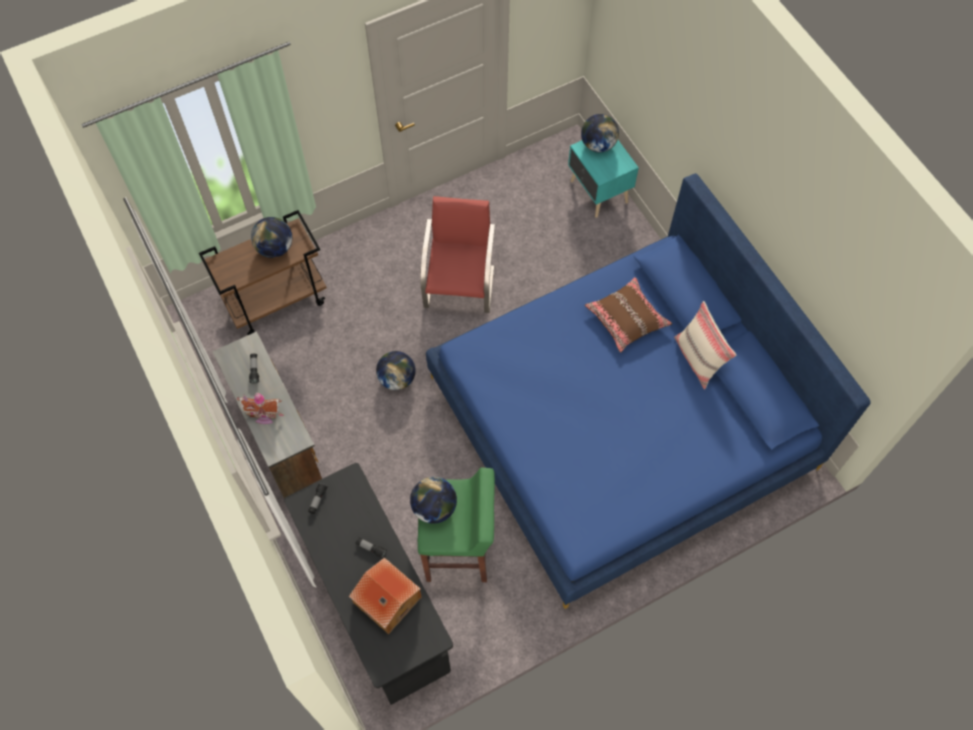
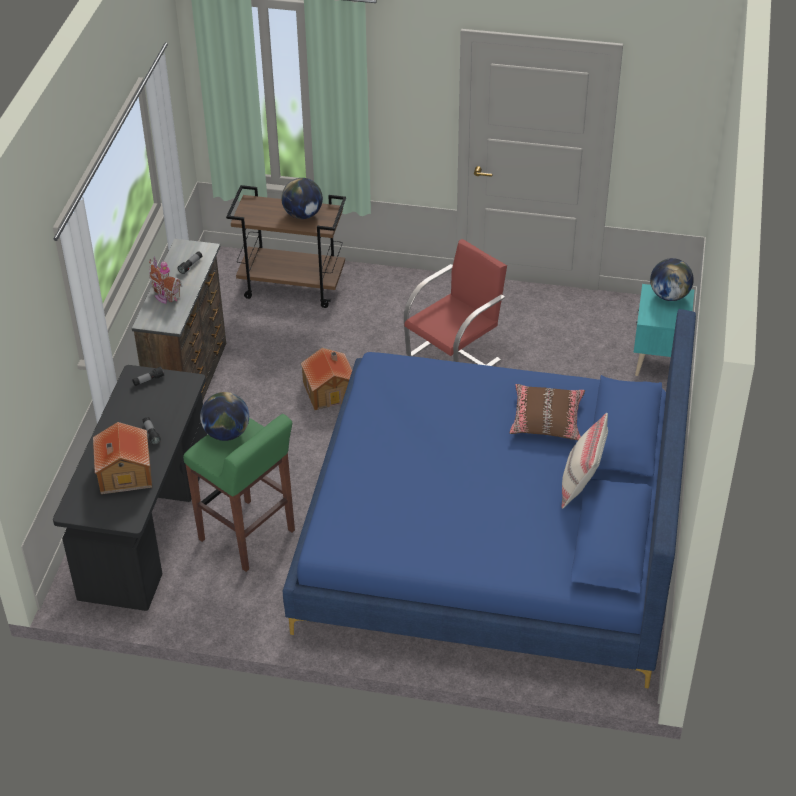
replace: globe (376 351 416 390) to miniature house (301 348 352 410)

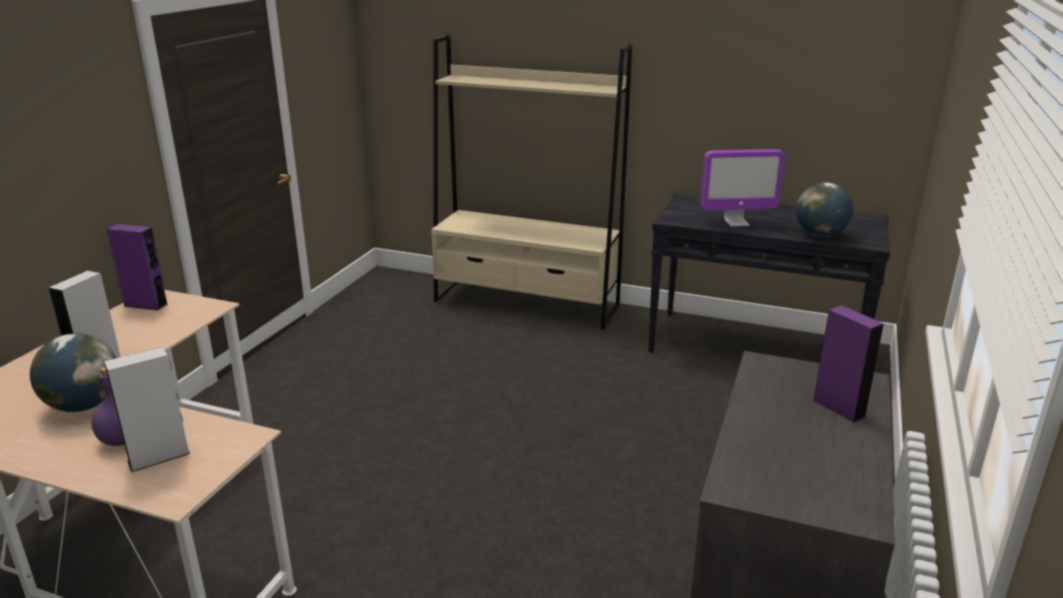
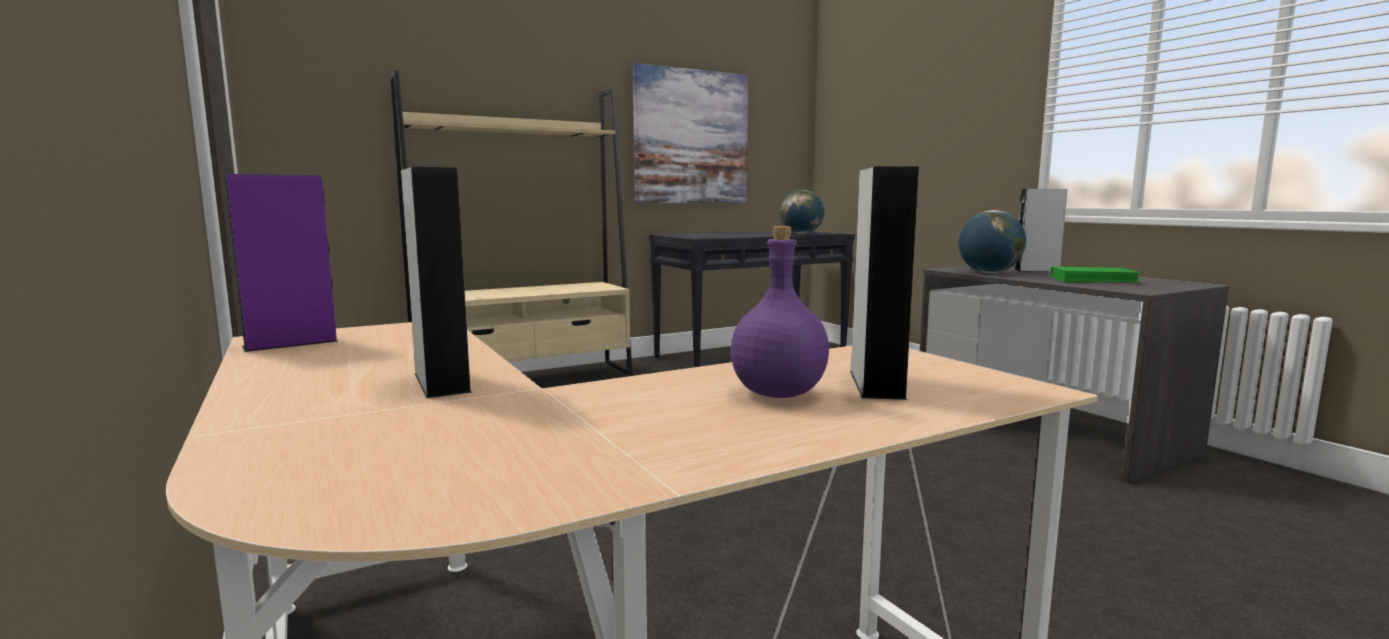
delete: computer display (700 149 785 227)
insert: wall art (633 63 748 203); green bound book (1050 266 1141 283)
move: globe (30 333 116 412) to (958 210 1026 273)
recolor: purplish loudspeaker (813 305 884 423) to gray loudspeaker (1015 189 1068 272)

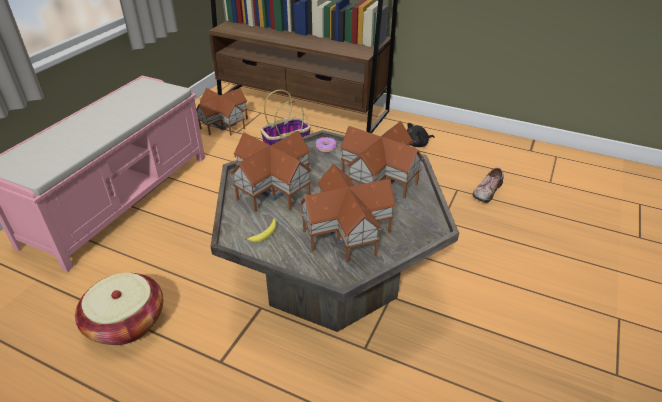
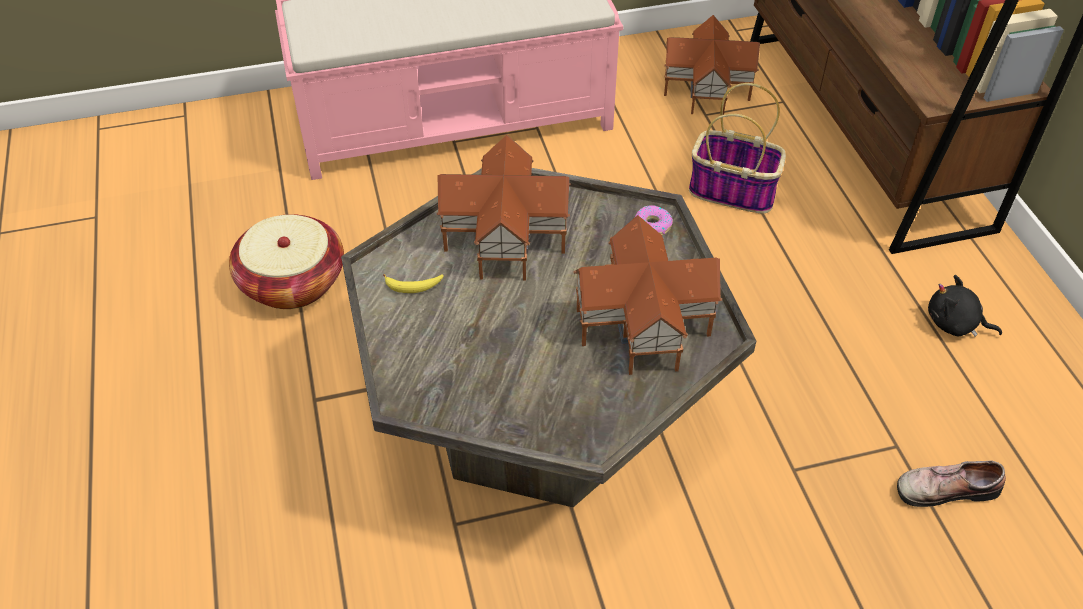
delete: miniature house (299 164 397 263)

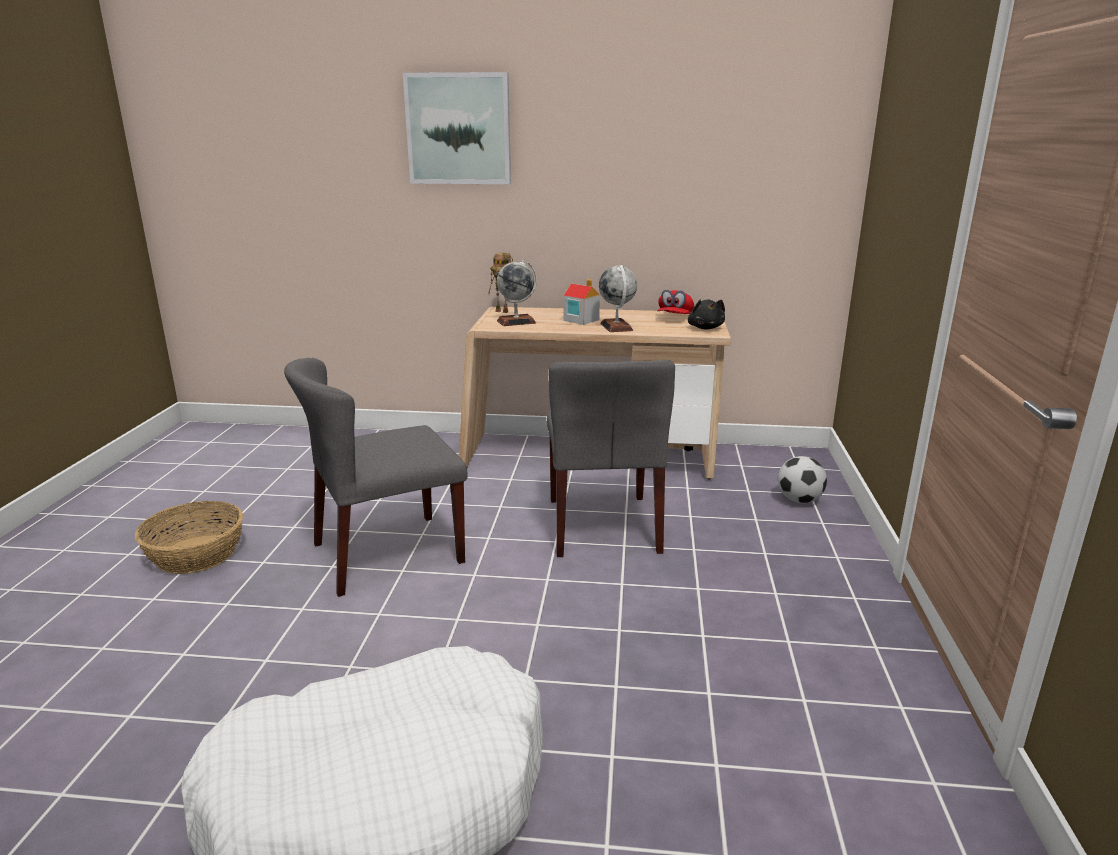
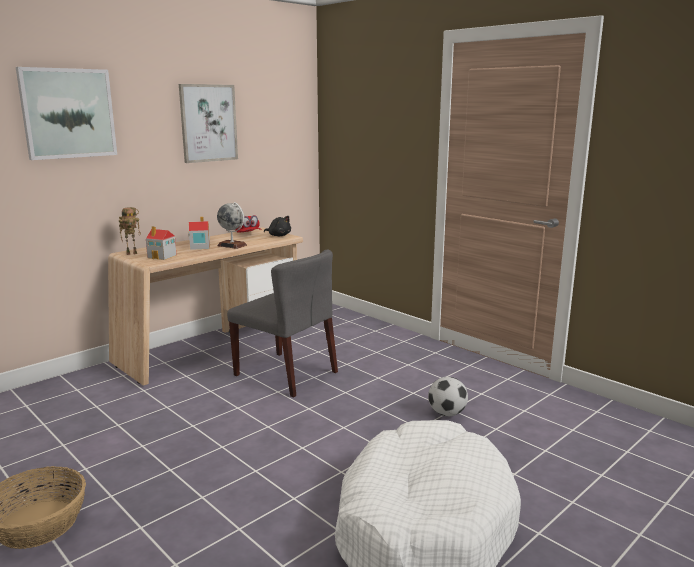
delete: gray upright chair (284 358 468 597)
insert: wall art (179 84 238 163)
move: football ball (778 456 827 503) to (428 377 468 416)
replace: globe (497 259 537 326) to miniature house (146 226 176 260)

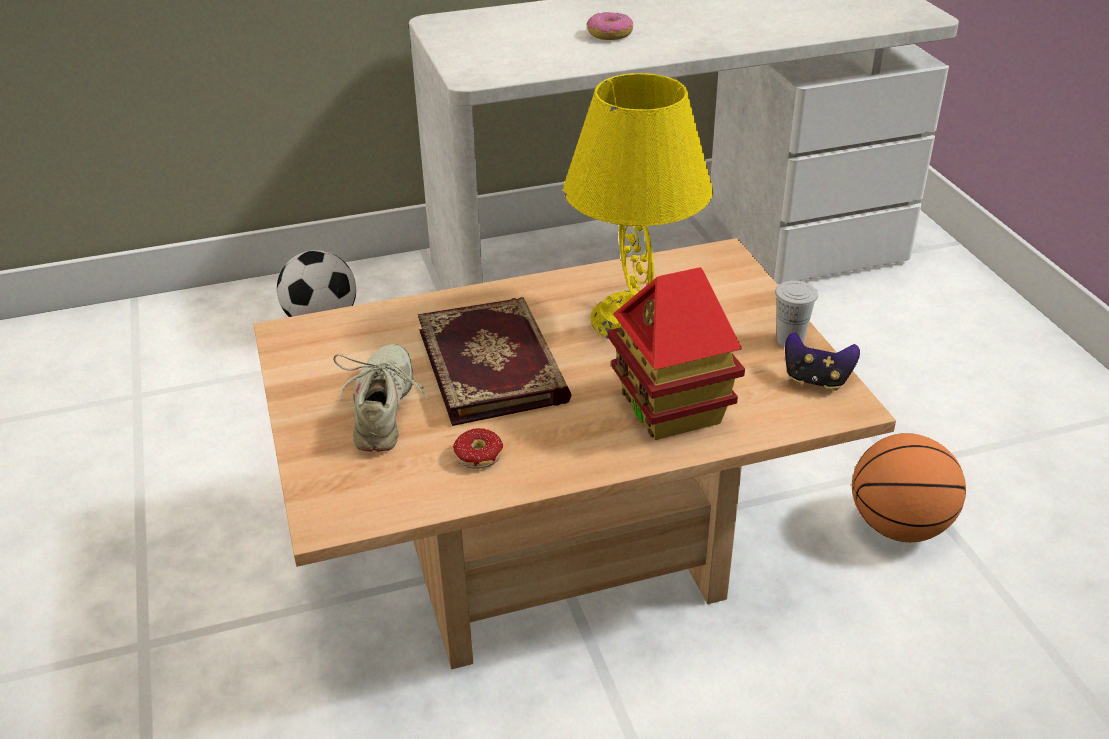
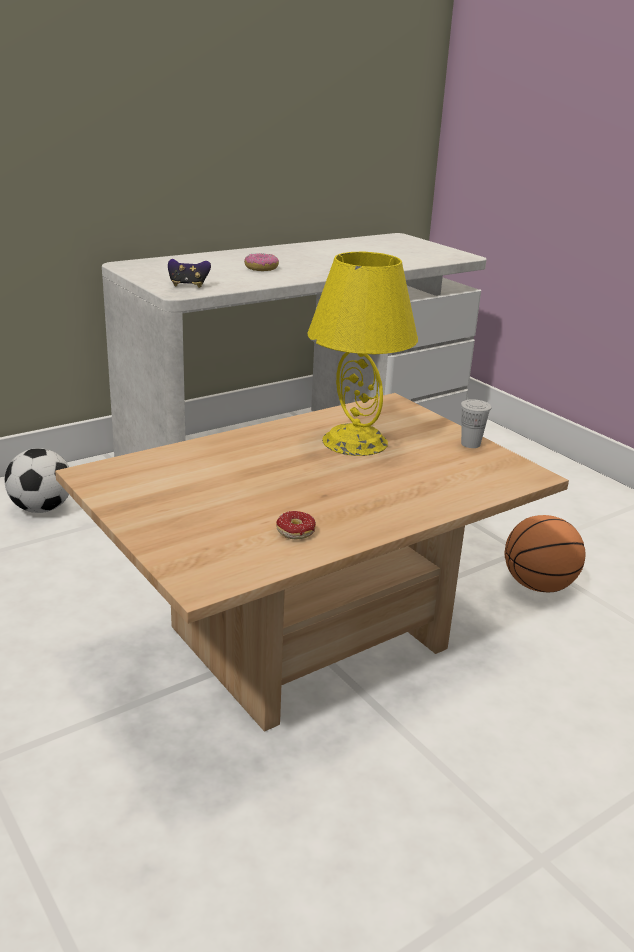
delete: beige-coloured shoe (334 344 429 452); bound book (418 297 572 426); miniature house (608 267 745 440)
move: joypad (785 333 860 391) to (168 259 211 288)

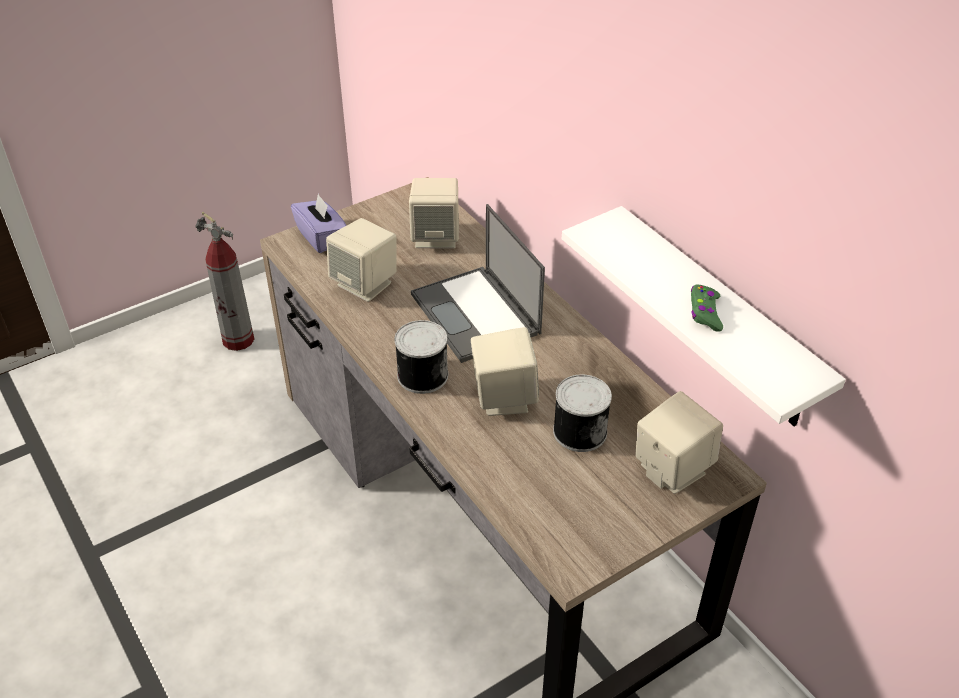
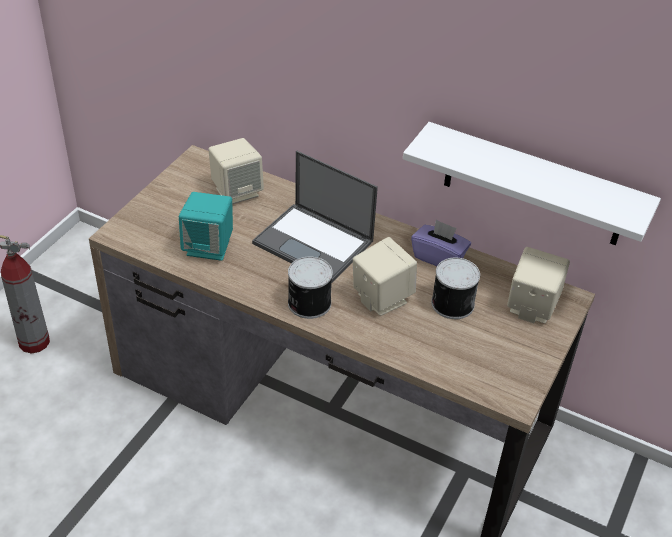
delete: green joypad (691 284 723 331)
move: purplish tissue box (291 194 347 253) to (411 219 471 266)
recolor: beige-coloured loudspeaker (326 218 396 302) to blue-green loudspeaker (179 192 233 261)

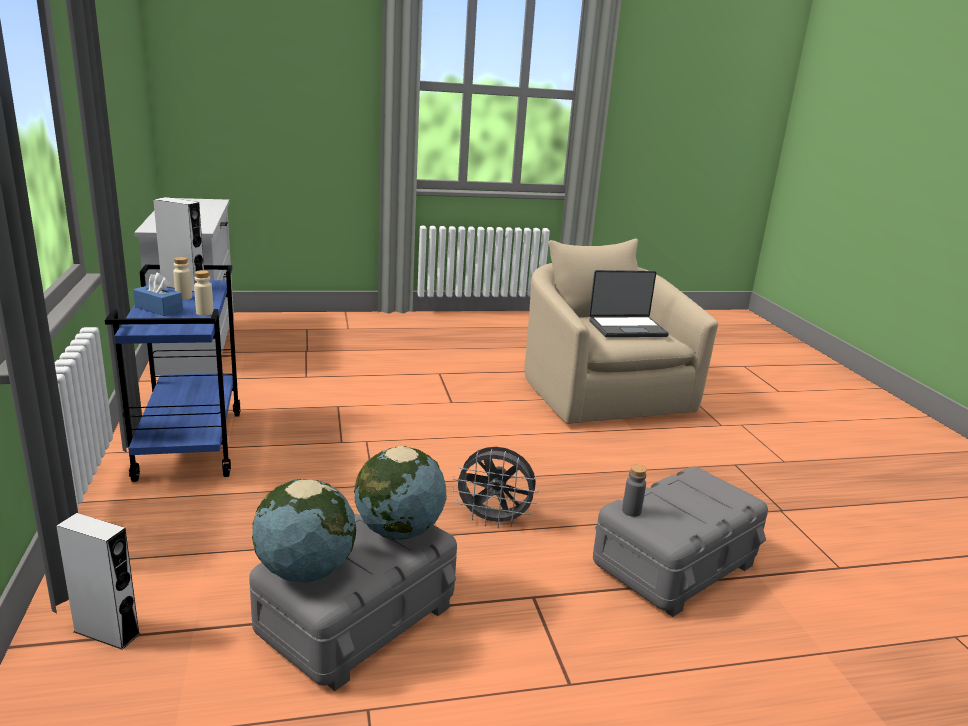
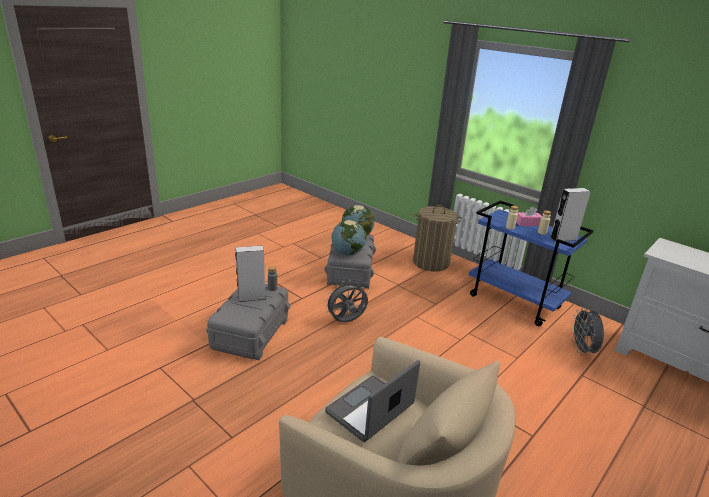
insert: washing basket (413 205 462 271); gray fan (570 307 604 355)
move: gray loudspeaker (56 513 141 650) to (235 245 266 302)
recolor: bluish tissue box (133 273 183 316) to pink tissue box (516 206 542 226)

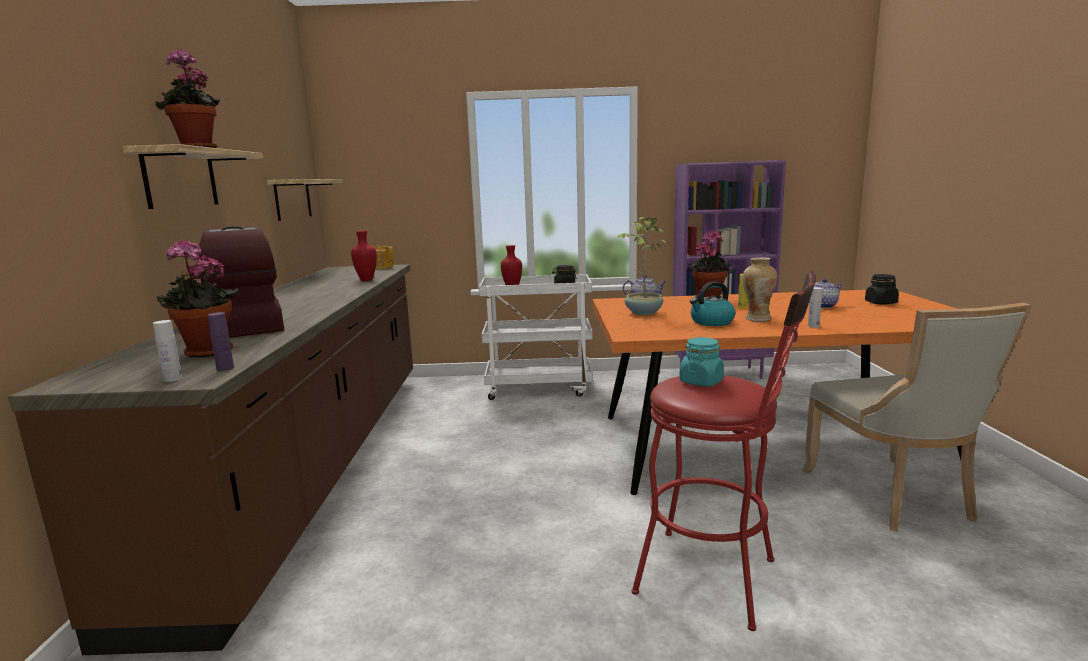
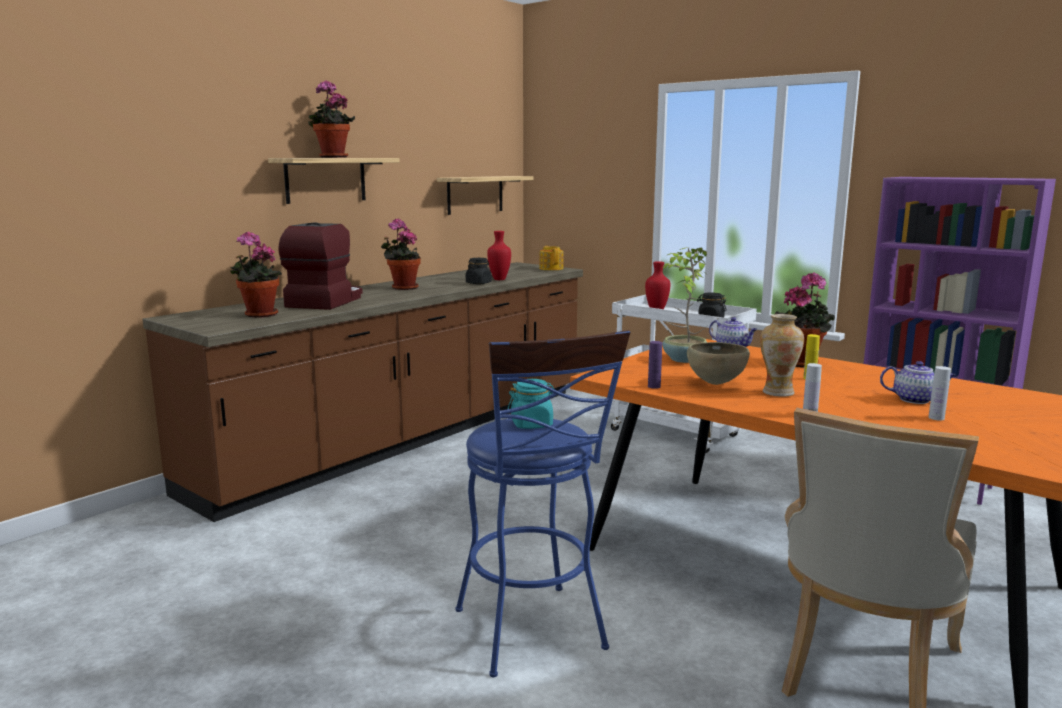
insert: potted plant (381 218 421 290)
move: white-coloured beverage bottle (153 320 182 382) to (929 366 951 420); purplish beverage bottle (208 312 234 371) to (648 341 662 389); black storage jar (865 274 899 305) to (466 258 492 284)
replace: tea kettle (690 281 735 326) to brown-coloured serving bowl (687 342 750 385)
recolor: red-coloured sitting stool (632 271 816 631) to bluish sitting stool (455 330 631 677)

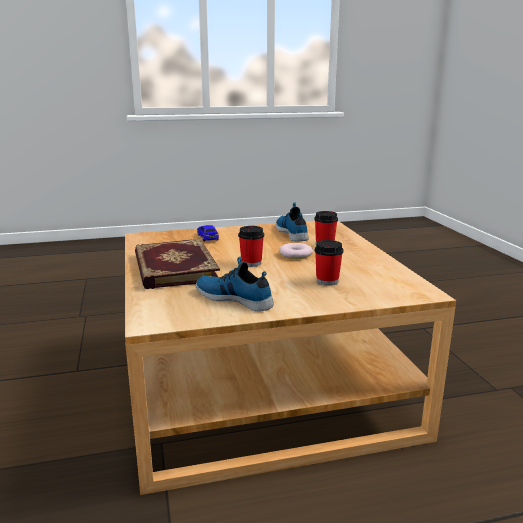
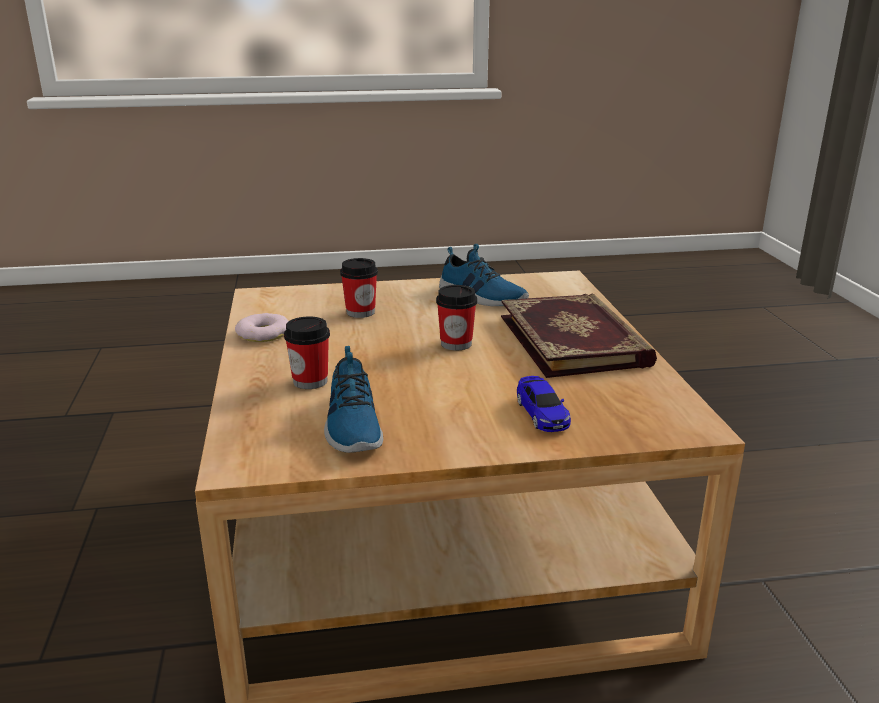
move: ring doughnut (279 243 313 259) to (235 313 289 342)

